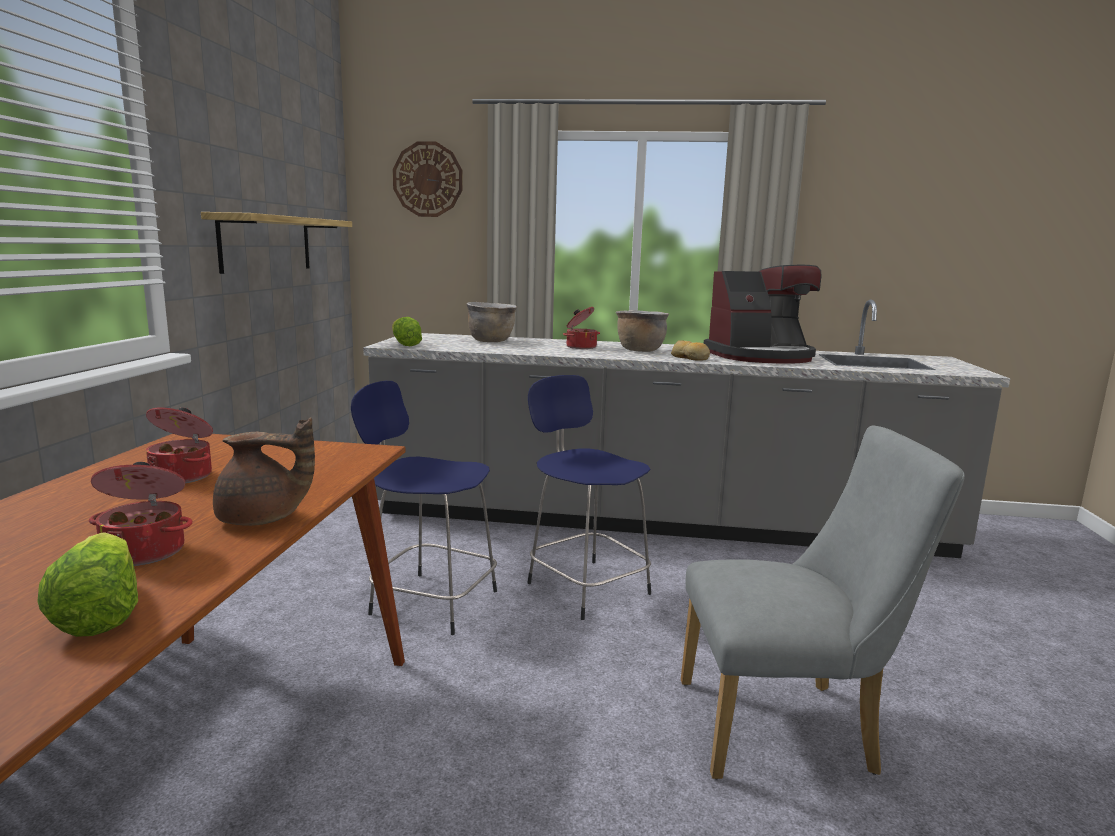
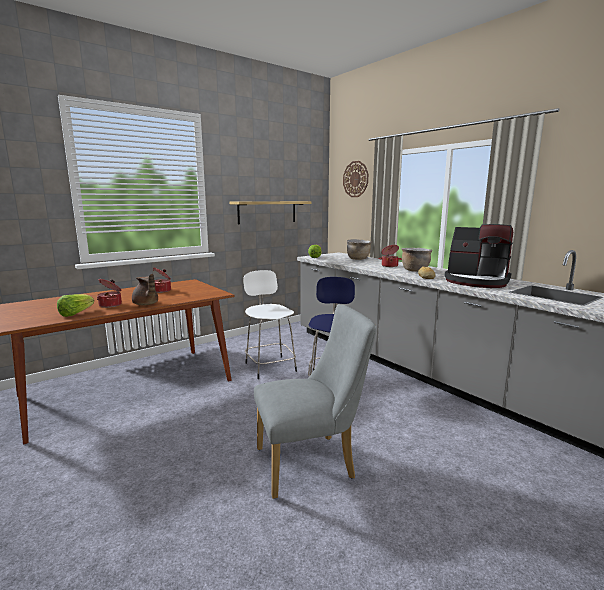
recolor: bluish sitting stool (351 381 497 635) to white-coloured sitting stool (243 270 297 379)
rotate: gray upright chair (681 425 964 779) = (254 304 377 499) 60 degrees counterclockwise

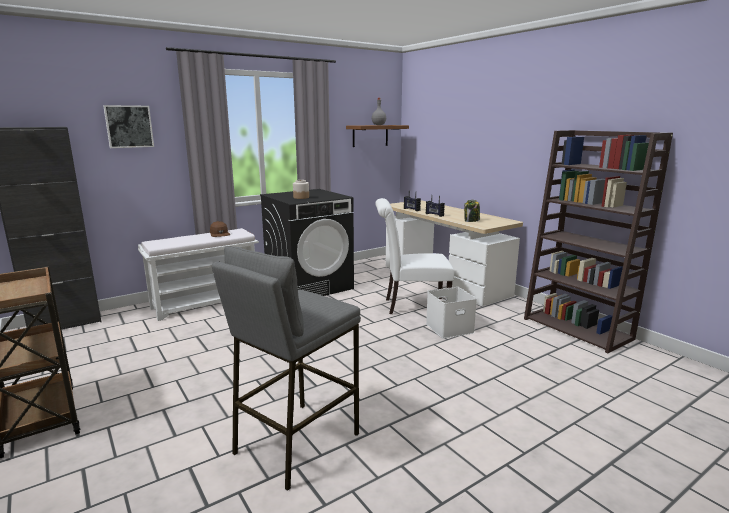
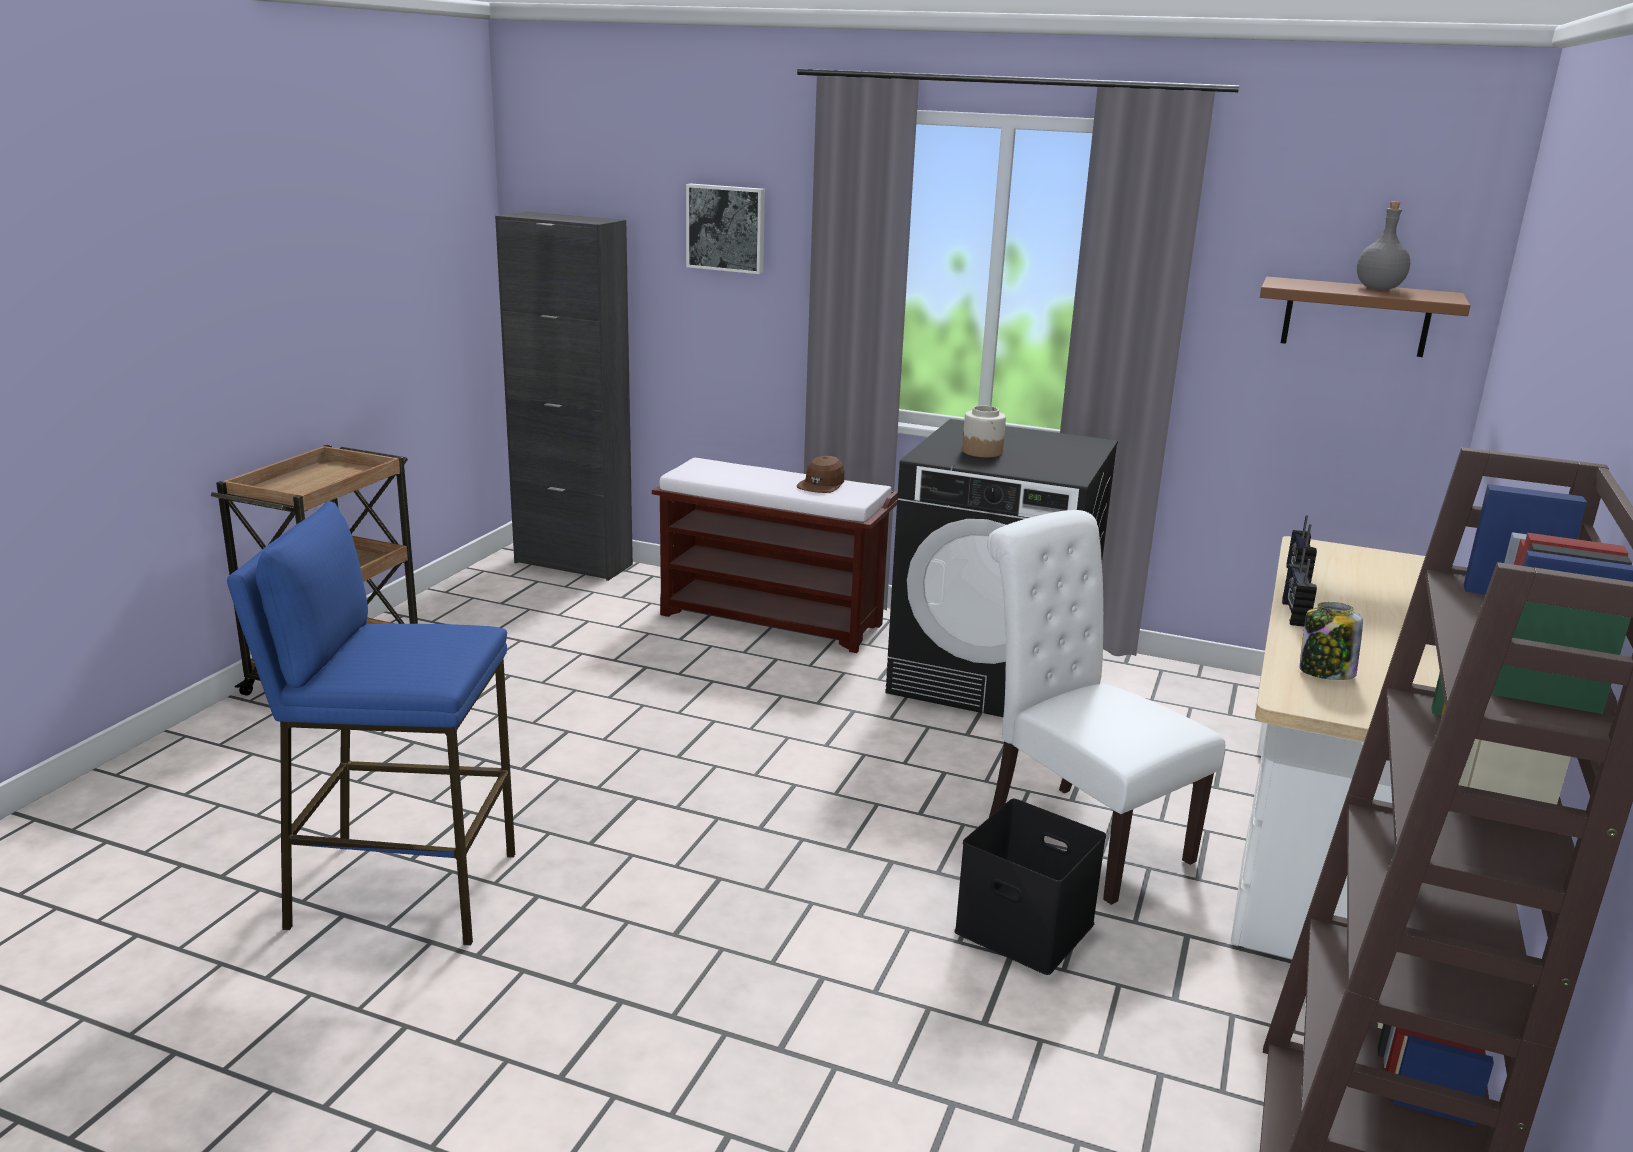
recolor: white-coloured indoor bench (138 228 259 321) to brown-coloured indoor bench (652 458 898 653); gray sitting stool (212 246 361 491) to bluish sitting stool (227 501 515 946); white-coloured storage box (426 287 477 339) to black storage box (954 799 1106 975)

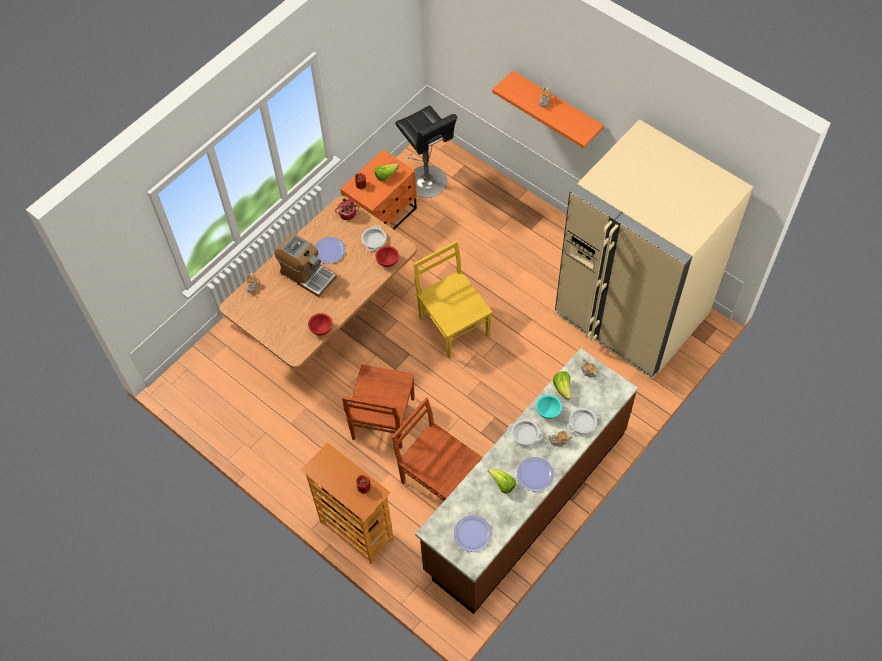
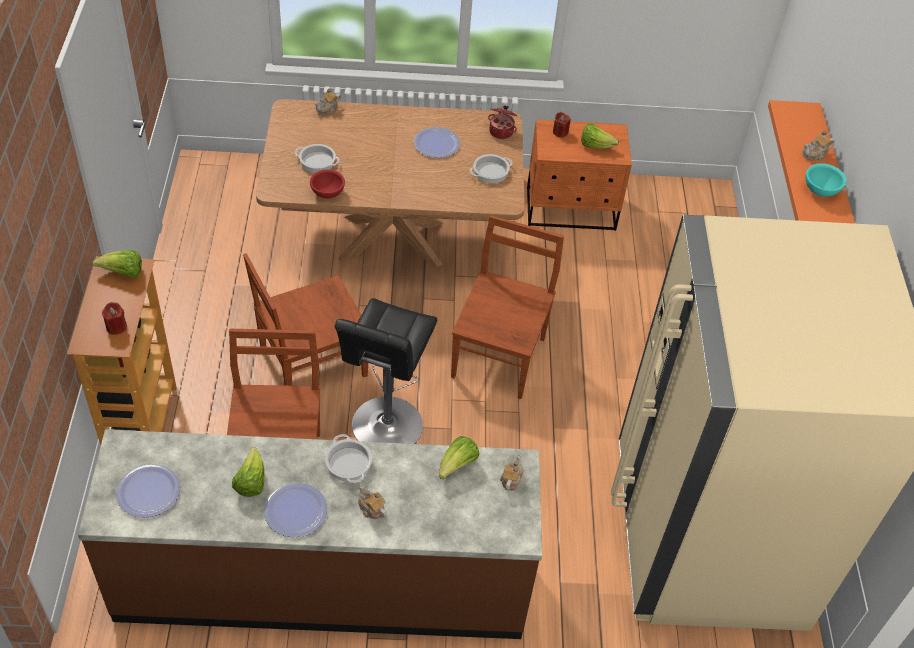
delete: coffee maker (275 233 337 297); red-coloured serving bowl (375 246 399 267)
insert: head of lettuce (92 250 142 278)
move: black sitting stool (395 105 457 198) to (334 298 437 444); blue-green serving bowl (536 395 562 419) to (806 163 846 197); cooking pot (567 408 599 434) to (295 144 340 173)
recolor: yellowish upright chair (414 241 492 359) to brown-coloured upright chair (451 215 564 399)

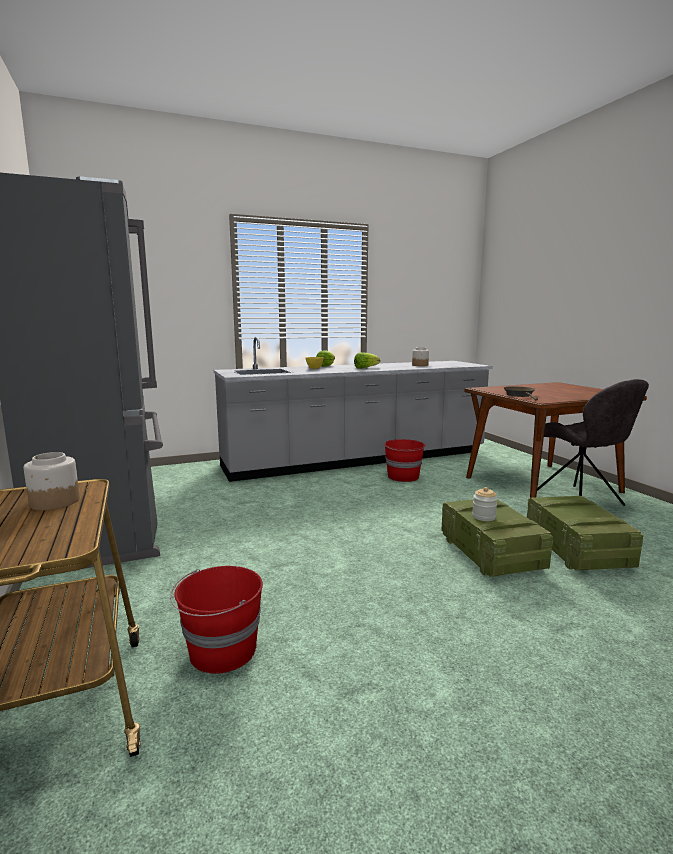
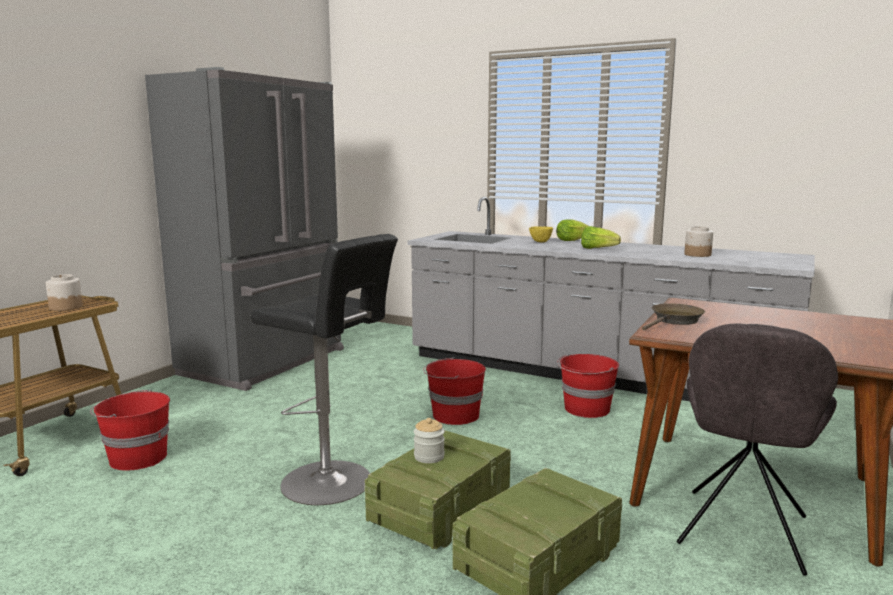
insert: black sitting stool (250 234 398 505); red-coloured pail (424 357 486 425)

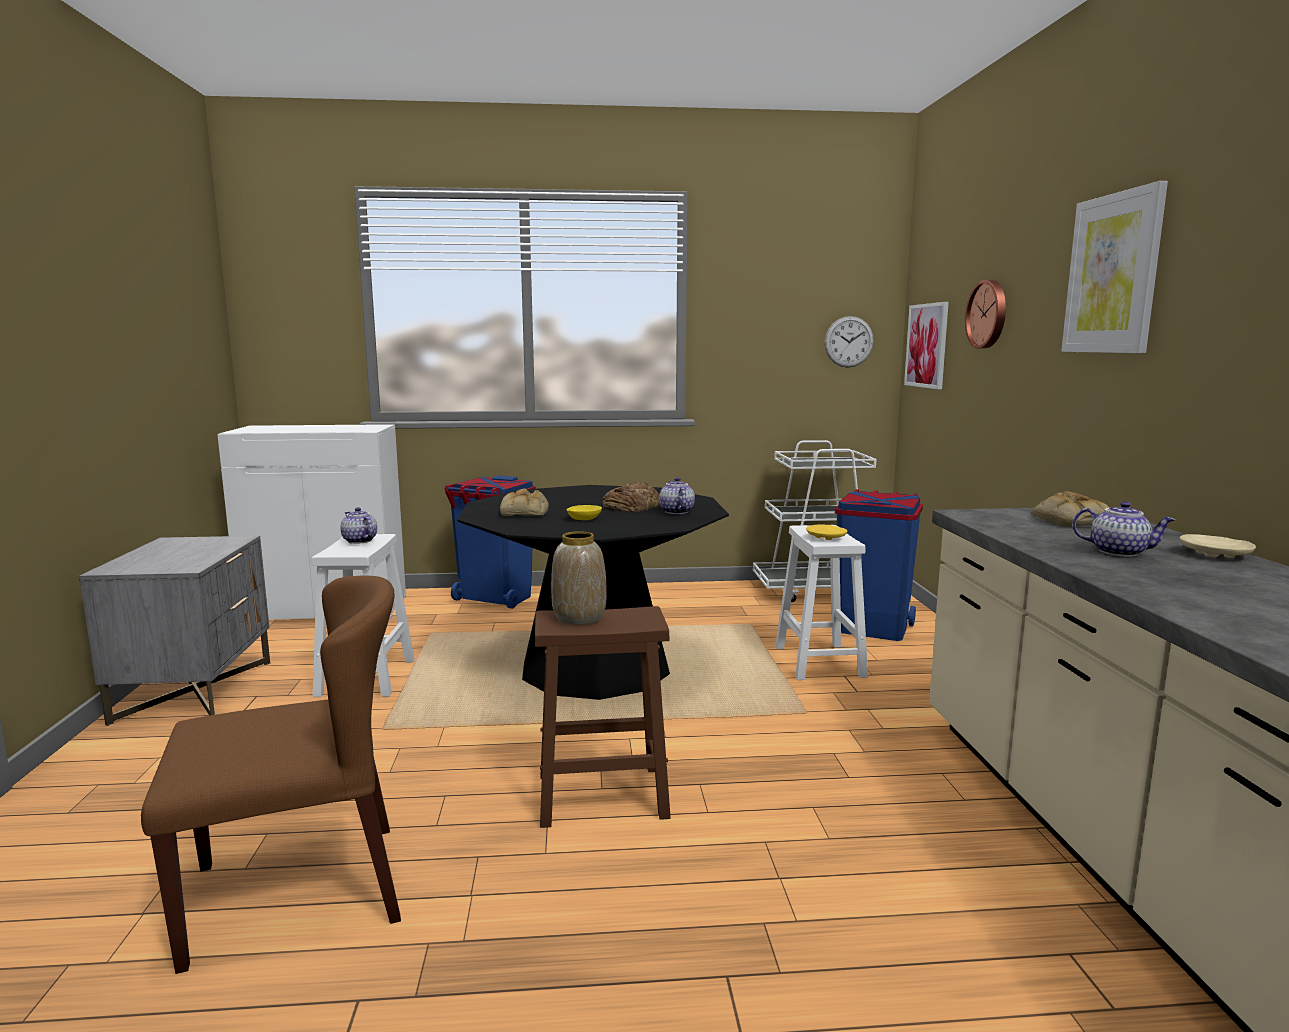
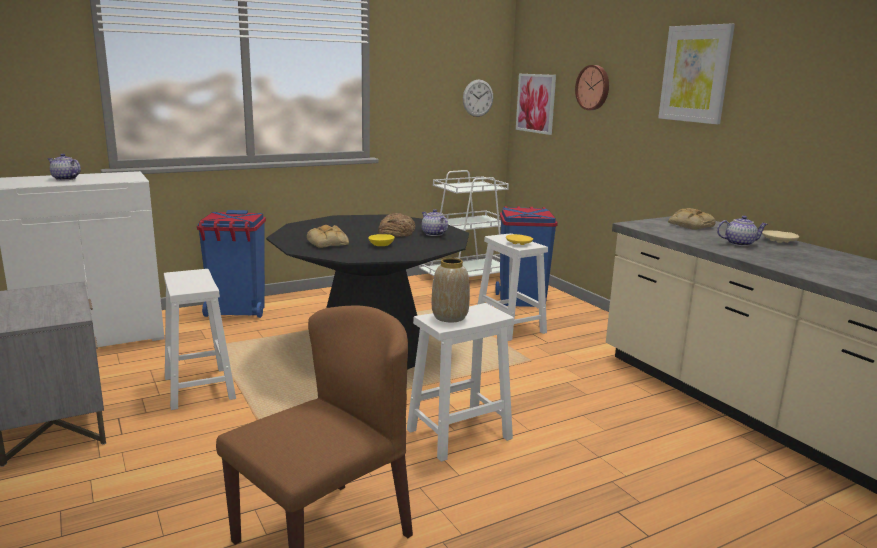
move: tea pot (340 507 377 544) to (48 153 81 180)
recolor: brown-coloured sitting stool (535 606 671 828) to white-coloured sitting stool (407 303 514 462)

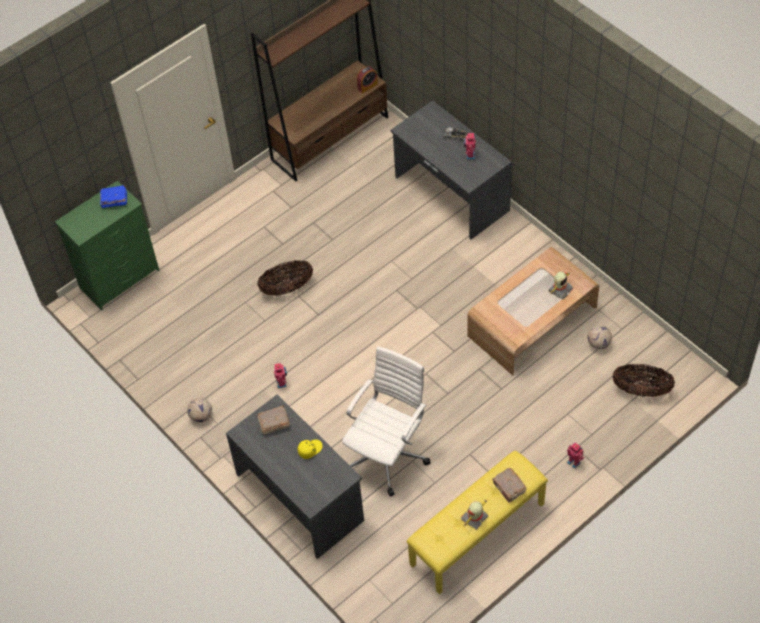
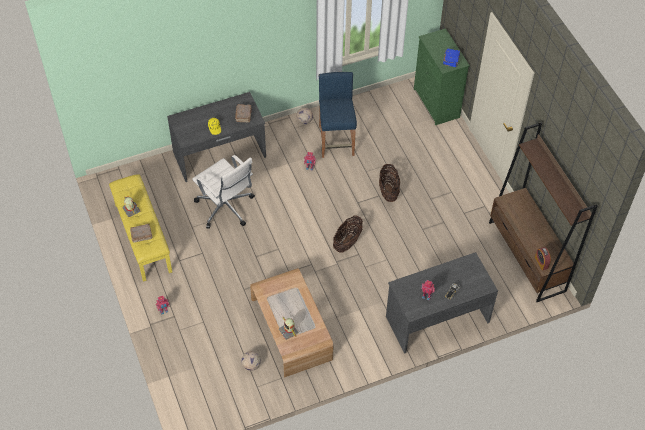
insert: bluish sitting stool (319 72 357 158)
move: storage basket (613 364 675 397) to (333 216 363 253)

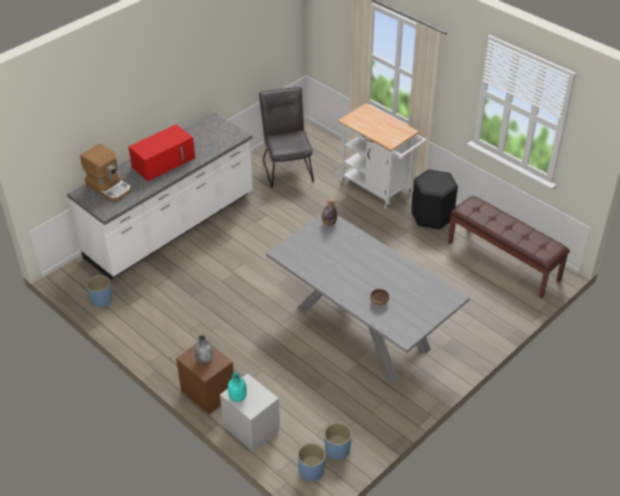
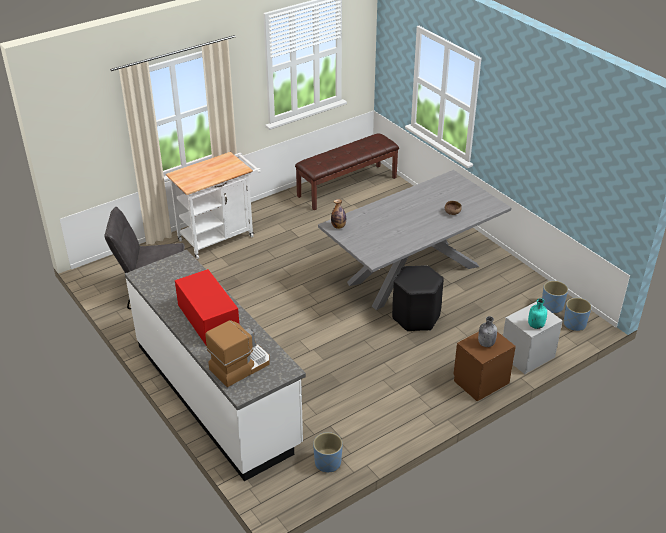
move: black sitting stool (412 170 458 230) to (392 265 444 332)

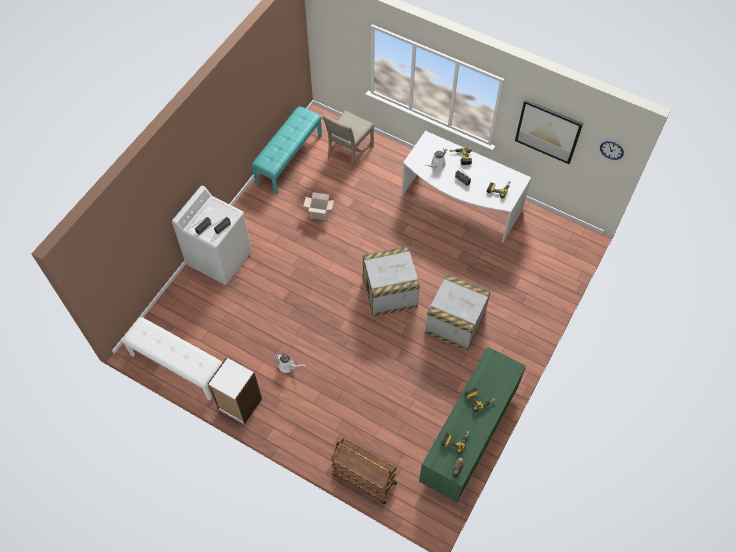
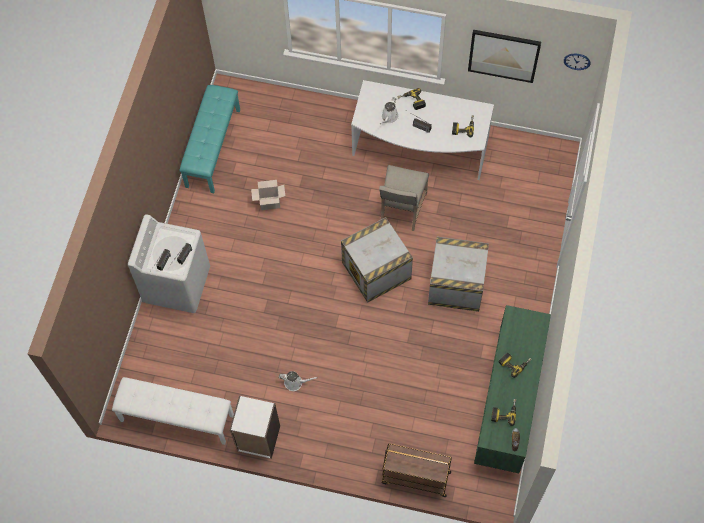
move: beige-coloured upright chair (322 111 374 170) to (379 165 429 231)

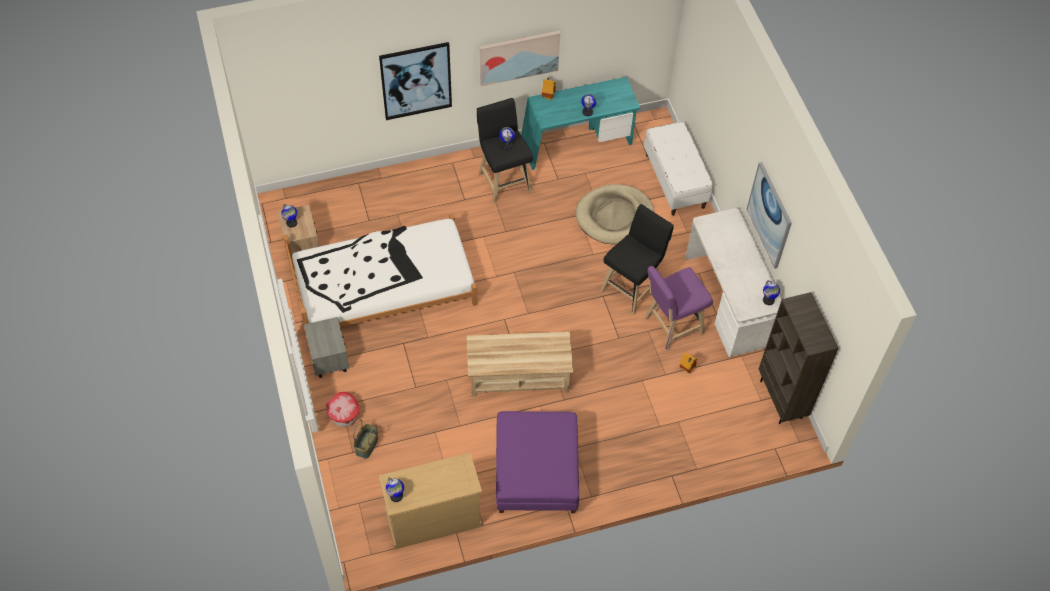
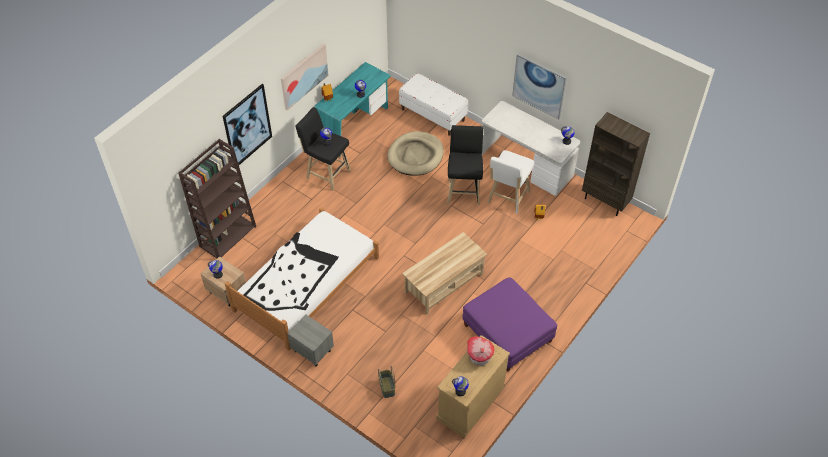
insert: brown-coloured shelving unit (178 139 256 258)
move: miniature house (326 392 360 427) to (467 336 495 366)
recolor: purplish sitting stool (645 266 713 350) to white-coloured sitting stool (487 150 534 214)

